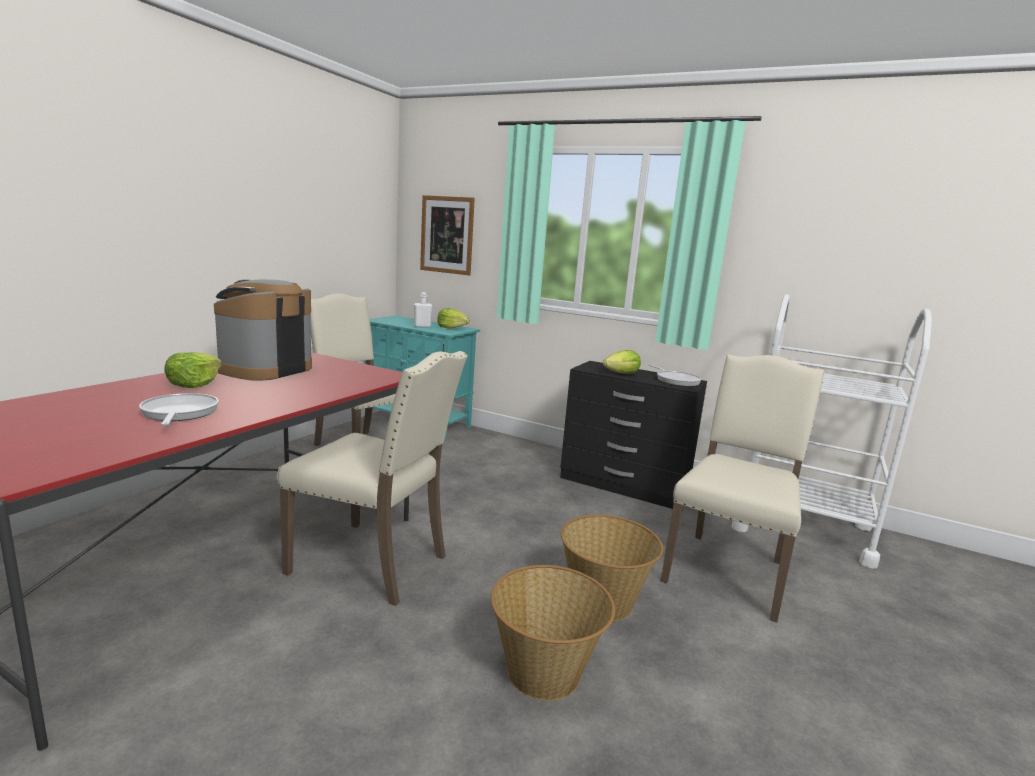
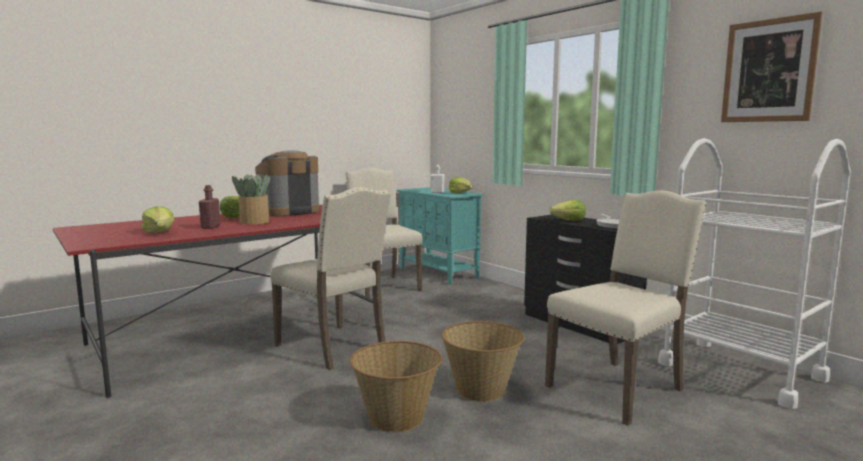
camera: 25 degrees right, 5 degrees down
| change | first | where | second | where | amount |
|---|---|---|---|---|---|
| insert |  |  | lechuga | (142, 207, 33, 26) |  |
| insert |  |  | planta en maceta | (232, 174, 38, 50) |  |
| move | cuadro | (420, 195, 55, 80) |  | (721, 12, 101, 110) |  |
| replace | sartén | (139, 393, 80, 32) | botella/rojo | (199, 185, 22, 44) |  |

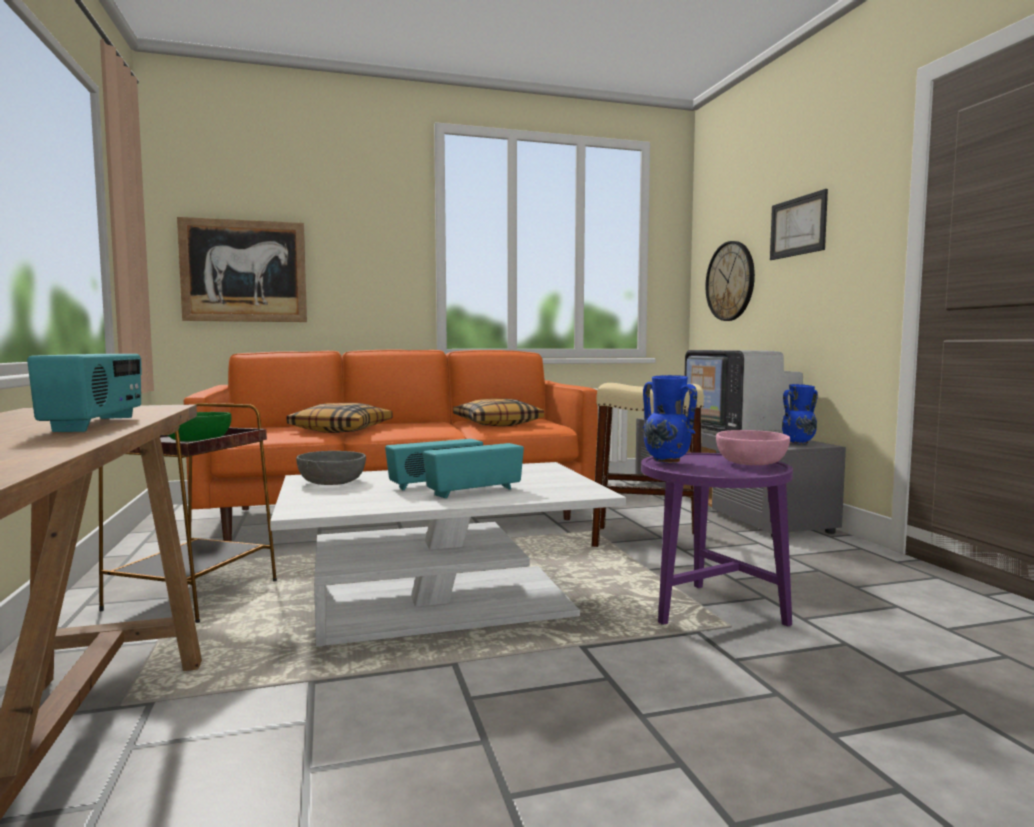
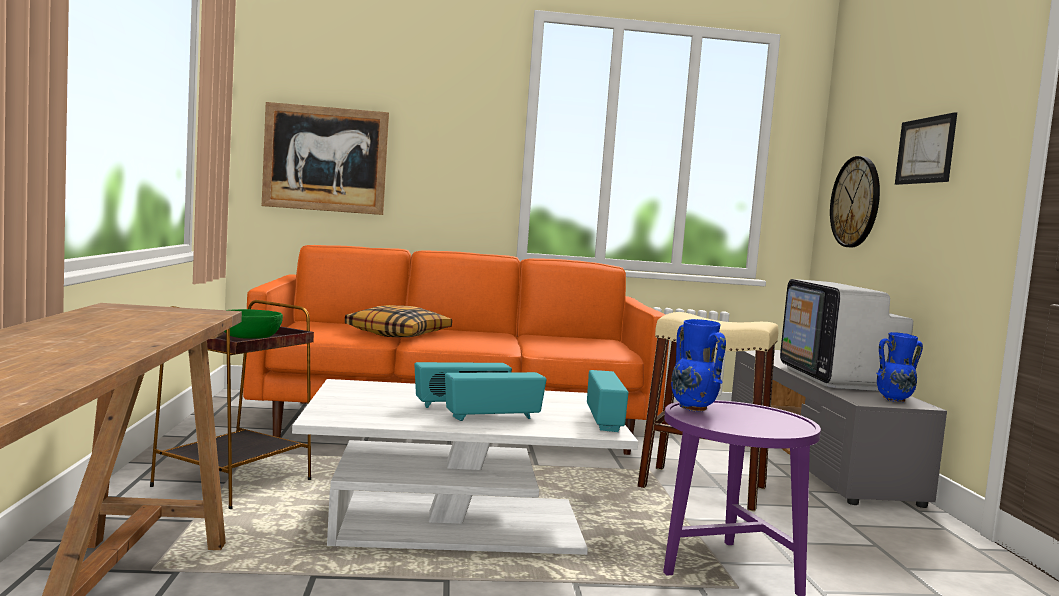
camera: 10 degrees right, 0 degrees up
| change | first | where | second | where | amount |
|---|---|---|---|---|---|
| delete | cuenco/gris | (296, 451, 70, 34) |  |  |  |
| delete | cojín | (453, 399, 91, 27) |  |  |  |
| delete | cuenco/rosa | (716, 430, 74, 35) |  |  |  |
| move | radio | (27, 354, 114, 78) |  | (587, 370, 41, 62) |  |

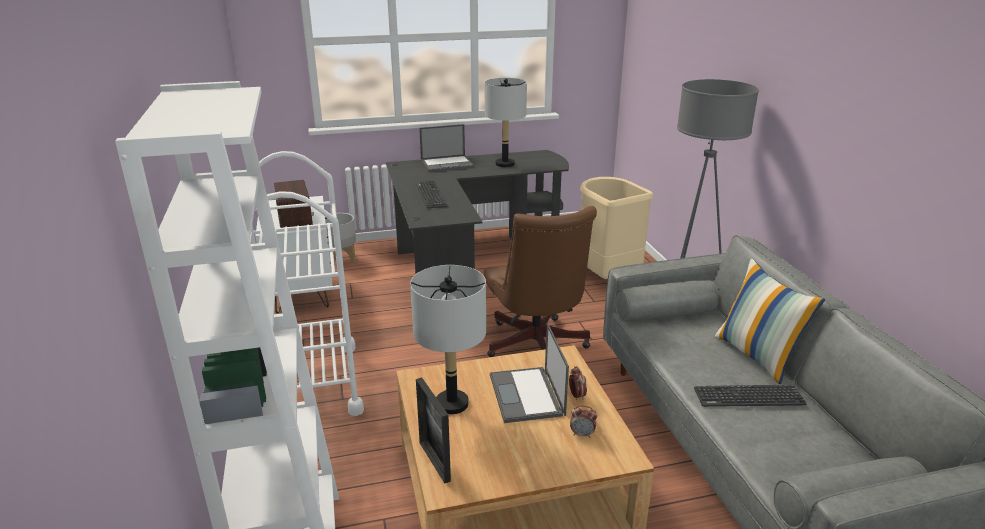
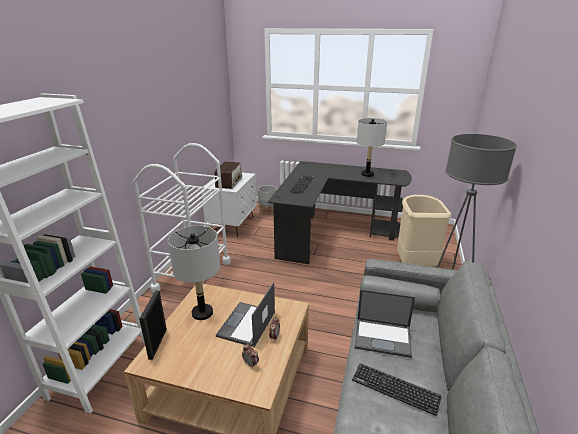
camera: 30 degrees right, 0 degrees up
| change | first | where | second | where | amount |
|---|---|---|---|---|---|
| delete | silla de oficina/marrón | (484, 206, 113, 151) |  |  |  |
| delete | cojín | (715, 258, 110, 126) |  |  |  |
| move | portátil | (419, 124, 55, 48) |  | (355, 289, 60, 69) |  |

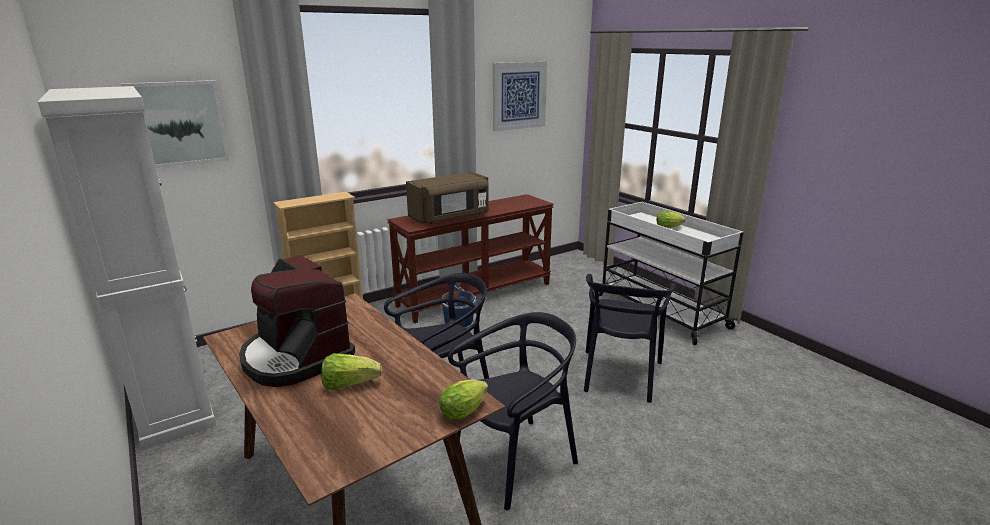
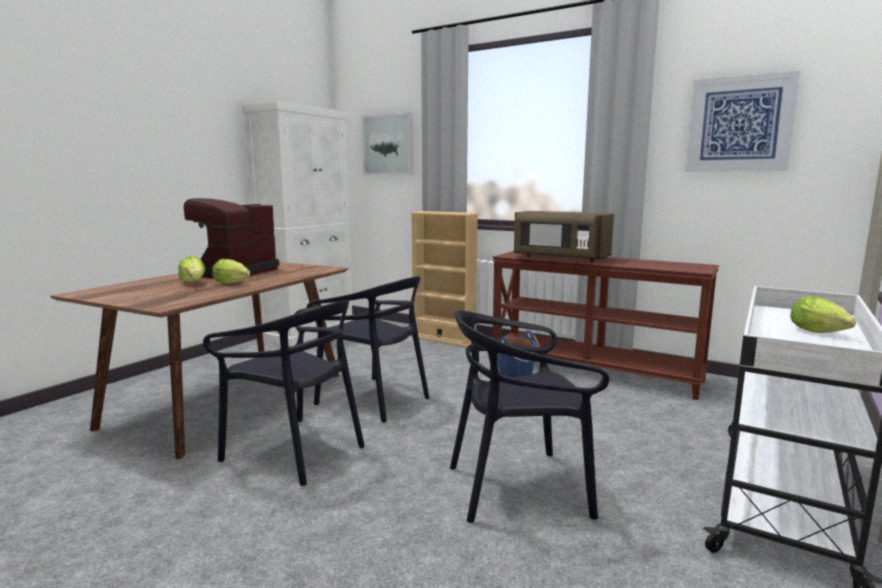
camera: 65 degrees right, 10 degrees down
| change | first | where | second | where | amount |
|---|---|---|---|---|---|
| move | lechuga | (439, 379, 49, 41) |  | (212, 259, 38, 25) |  |

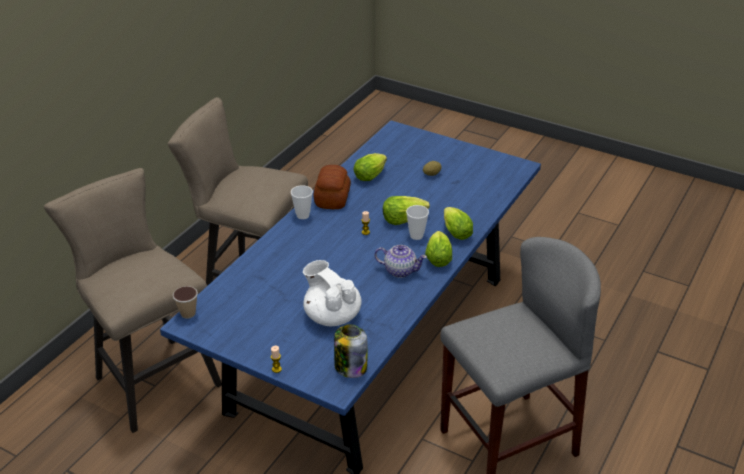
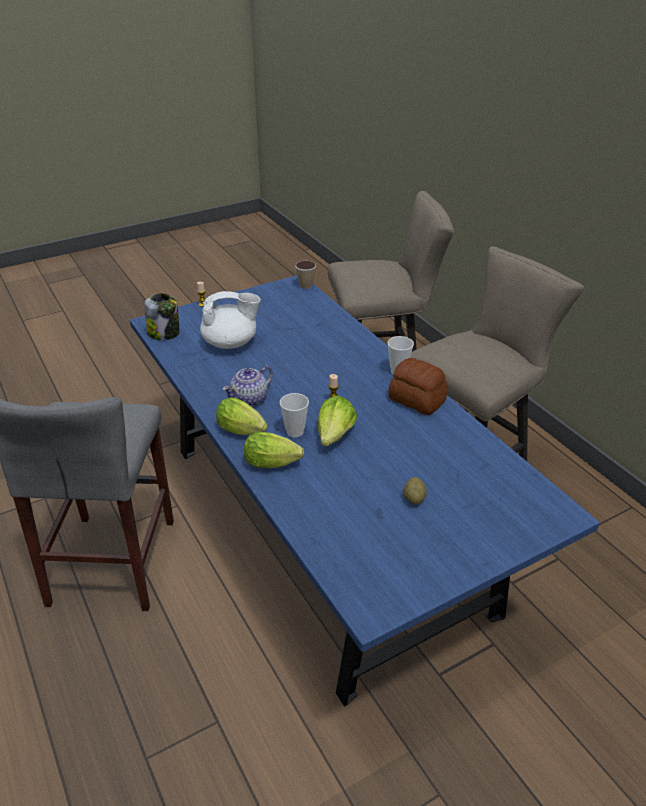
camera: 120 degrees right, 0 degrees up
| change | first | where | second | where | amount |
|---|---|---|---|---|---|
| delete | lechuga | (353, 153, 34, 28) |  |  |  |

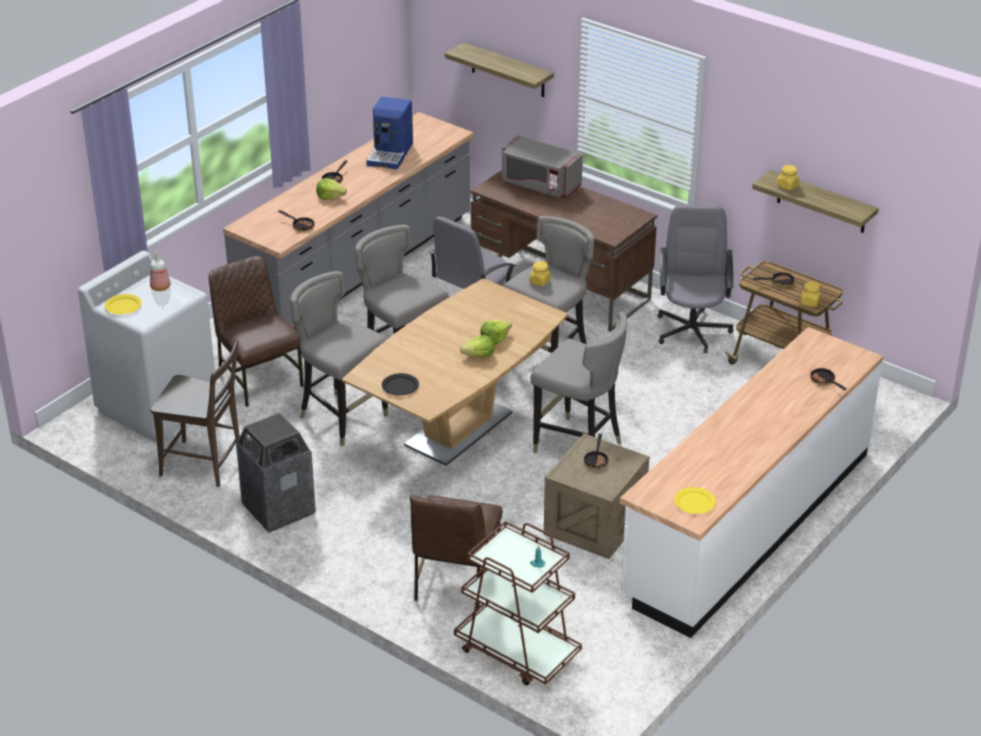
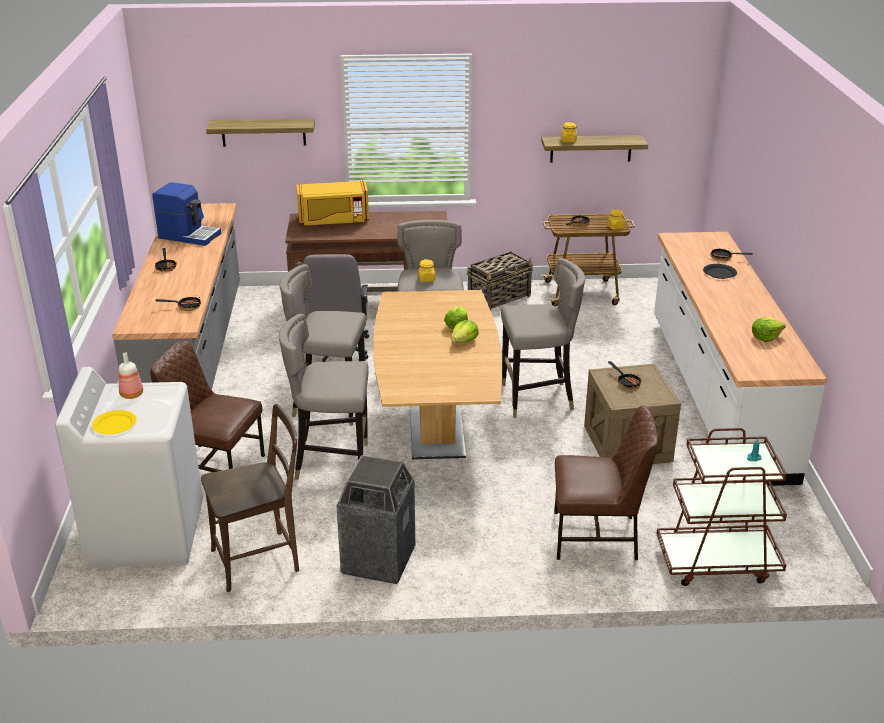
camera: 40 degrees left, 5 degrees down
| change | first | where | second | where | amount |
|---|---|---|---|---|---|
| delete | plato/amarillo | (674, 487, 42, 27) |  |  |  |
| move | lechuga | (316, 178, 31, 22) |  | (752, 318, 34, 24) |  |
| move | plato/negro | (382, 373, 37, 23) |  | (703, 264, 34, 15) |  |
| replace | silla de oficina/gris | (658, 205, 75, 148) | cesta | (467, 251, 66, 59) |  |
| recolor | microondas/gris | (502, 135, 81, 63) | microondas/amarillo | (297, 181, 72, 45) |  |
| rotate | cafetera | (367, 97, 46, 72) |  | (153, 182, 68, 64) | 45 degrees counterclockwise |
| rotate | silla/marrón | (410, 495, 92, 116) |  | (554, 406, 105, 154) | 60 degrees counterclockwise |

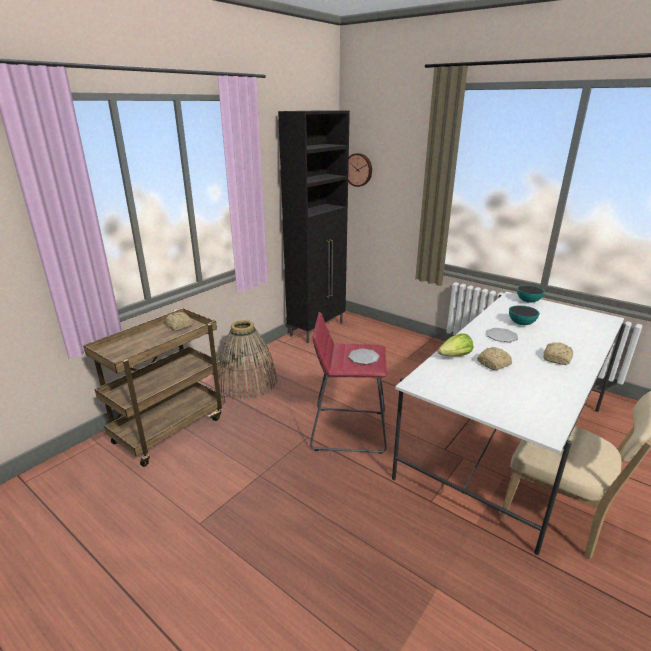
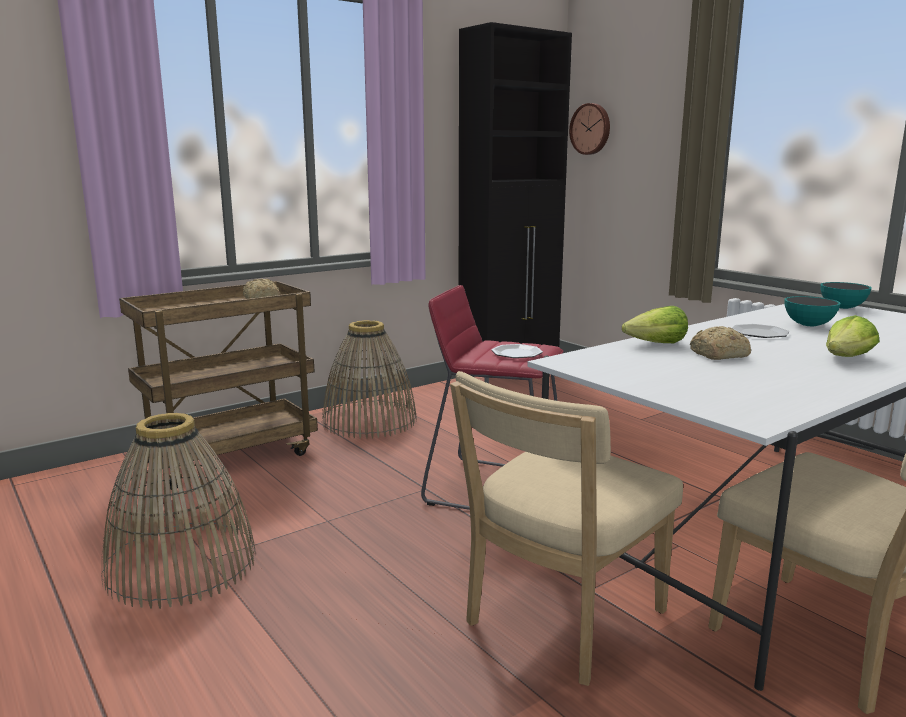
camera: 15 degrees right, 10 degrees down
| change | first | where | second | where | amount |
|---|---|---|---|---|---|
| insert |  |  | cesta | (101, 413, 155, 196) |  |
| insert |  |  | silla/beis | (450, 371, 233, 315) |  |
| replace | pan | (543, 342, 30, 23) | lechuga | (826, 315, 54, 42) |  |

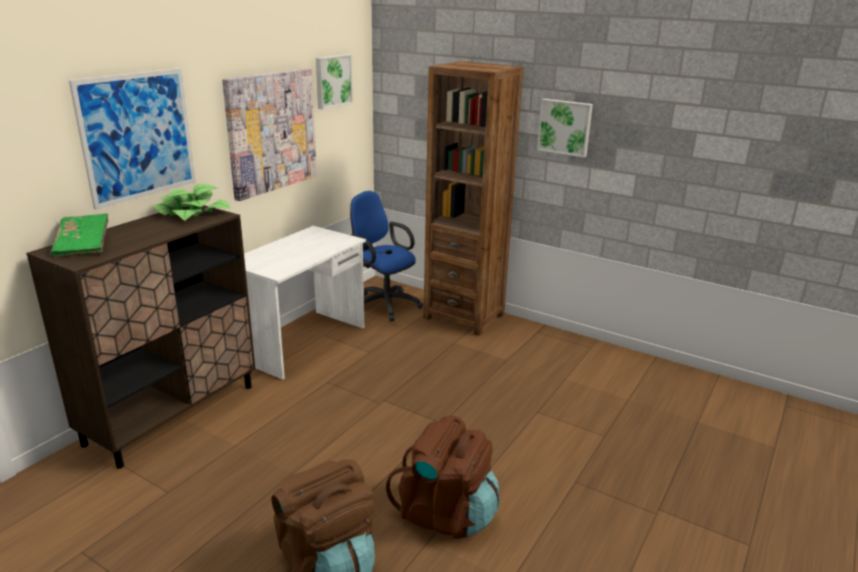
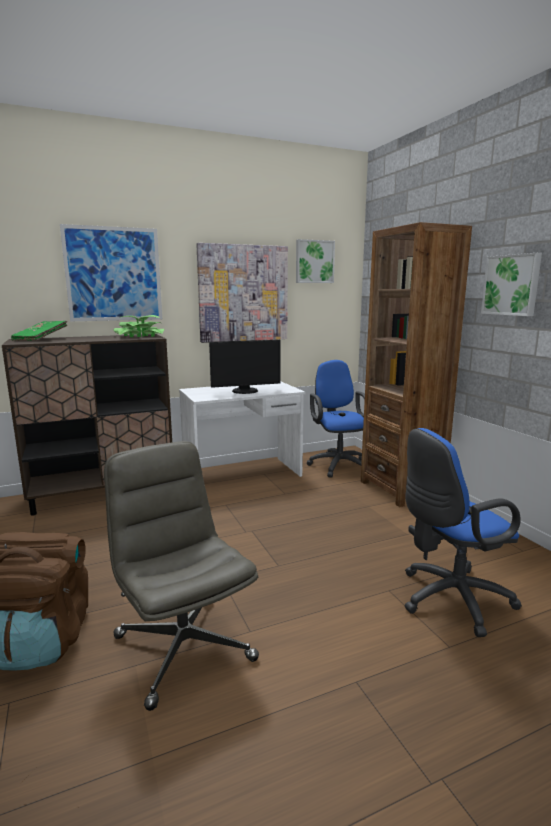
camera: 35 degrees right, 10 degrees down
| change | first | where | second | where | amount |
|---|---|---|---|---|---|
| insert |  |  | monitor | (209, 340, 72, 54) |  |
| insert |  |  | silla de oficina/azul | (405, 428, 117, 209) |  |
| replace | mochila/marrón | (386, 415, 114, 124) | silla de oficina/gris | (104, 441, 155, 270) |  |

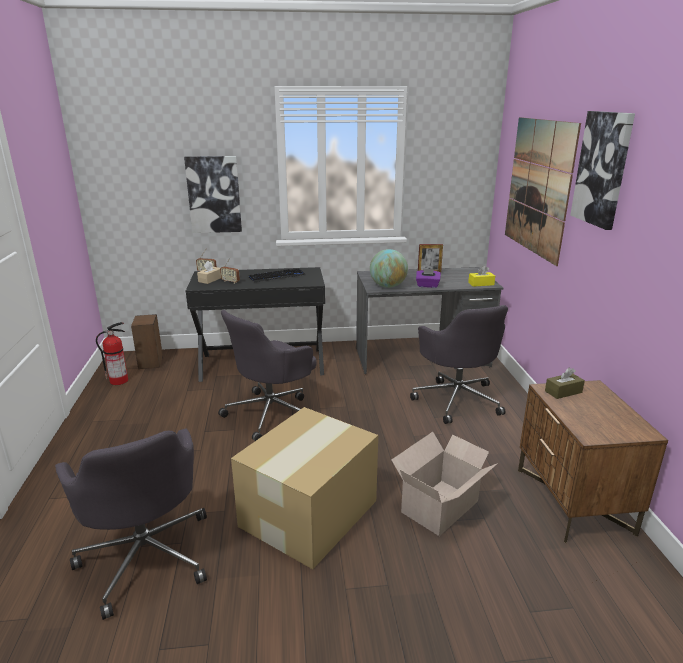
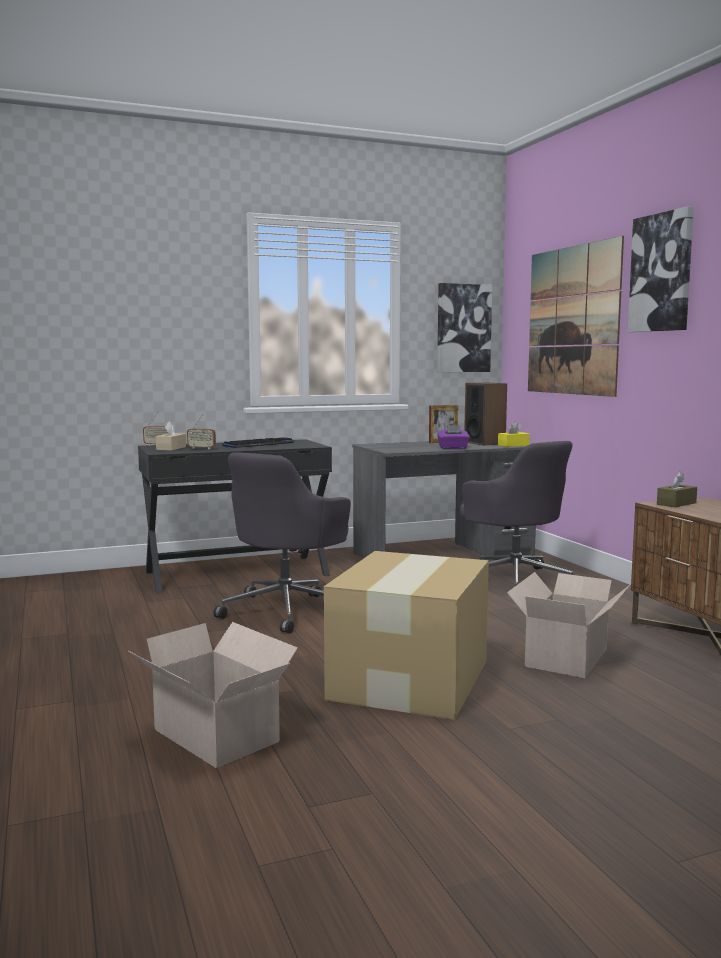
camera: 15 degrees left, 15 degrees down
| change | first | where | second | where | amount |
|---|---|---|---|---|---|
| delete | extintor | (96, 322, 32, 63) |  |  |  |
| delete | globo terráqueo | (370, 249, 38, 39) |  |  |  |
| move | altavoz | (131, 314, 32, 55) |  | (464, 383, 43, 63) |  |
| move | cuadro | (184, 156, 58, 77) |  | (437, 283, 55, 89) |  |
| replace | silla de oficina/gris | (55, 429, 152, 191) | caja de cartón | (128, 622, 170, 146) |  |

